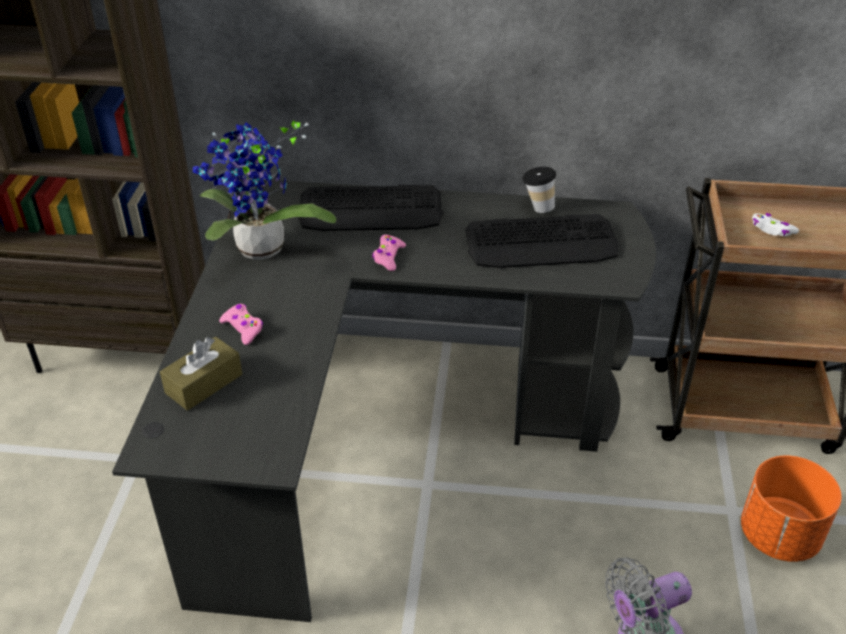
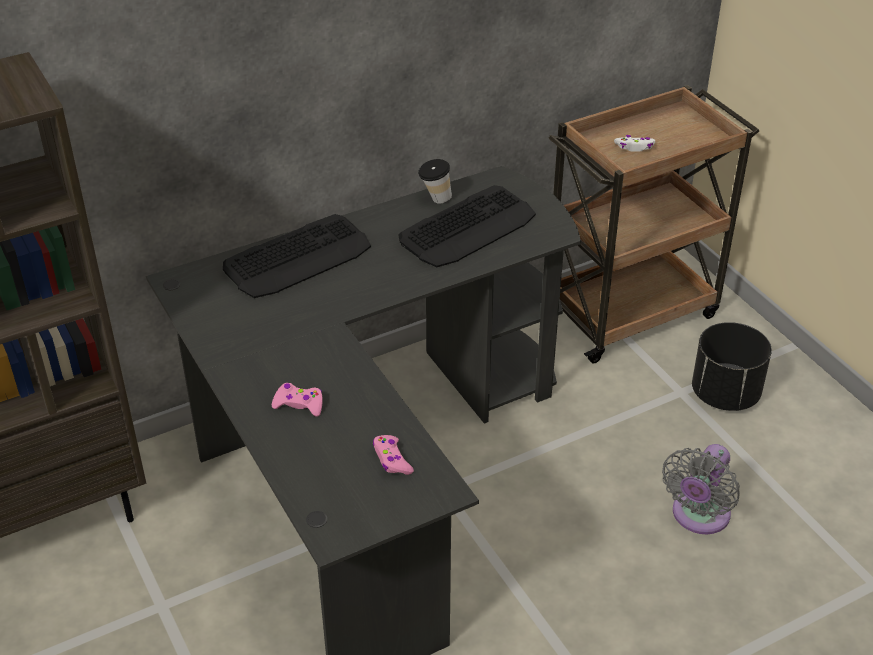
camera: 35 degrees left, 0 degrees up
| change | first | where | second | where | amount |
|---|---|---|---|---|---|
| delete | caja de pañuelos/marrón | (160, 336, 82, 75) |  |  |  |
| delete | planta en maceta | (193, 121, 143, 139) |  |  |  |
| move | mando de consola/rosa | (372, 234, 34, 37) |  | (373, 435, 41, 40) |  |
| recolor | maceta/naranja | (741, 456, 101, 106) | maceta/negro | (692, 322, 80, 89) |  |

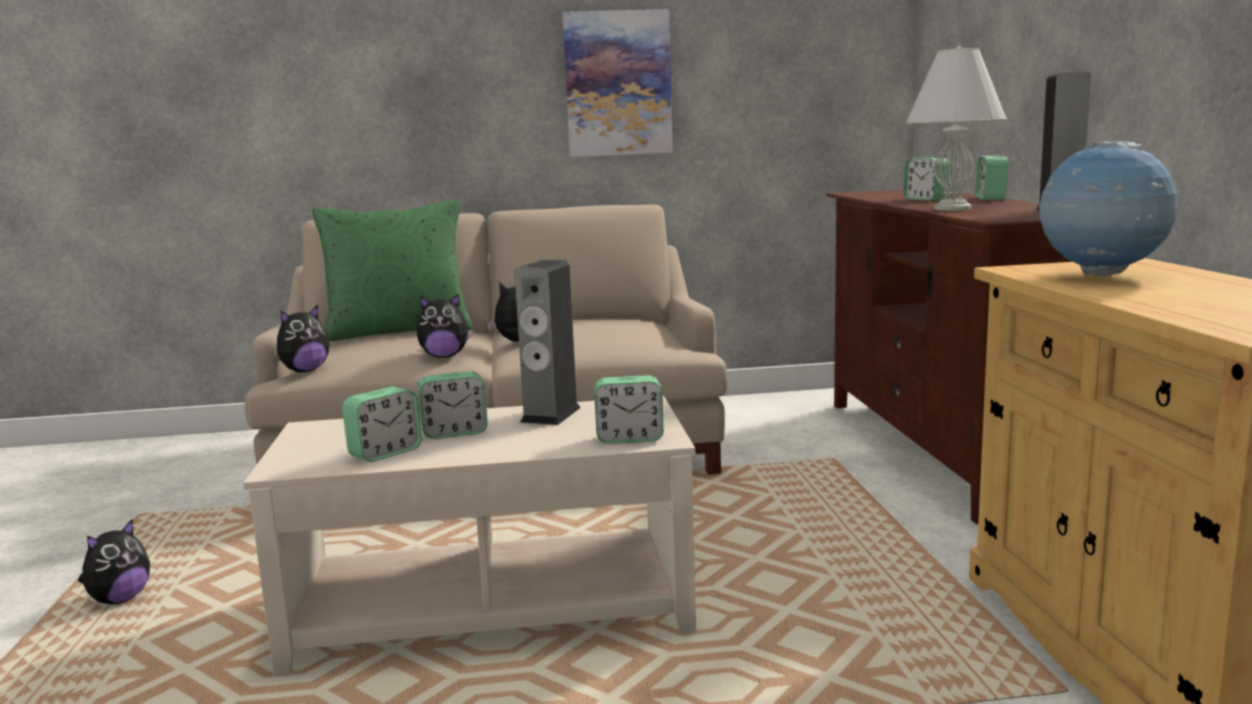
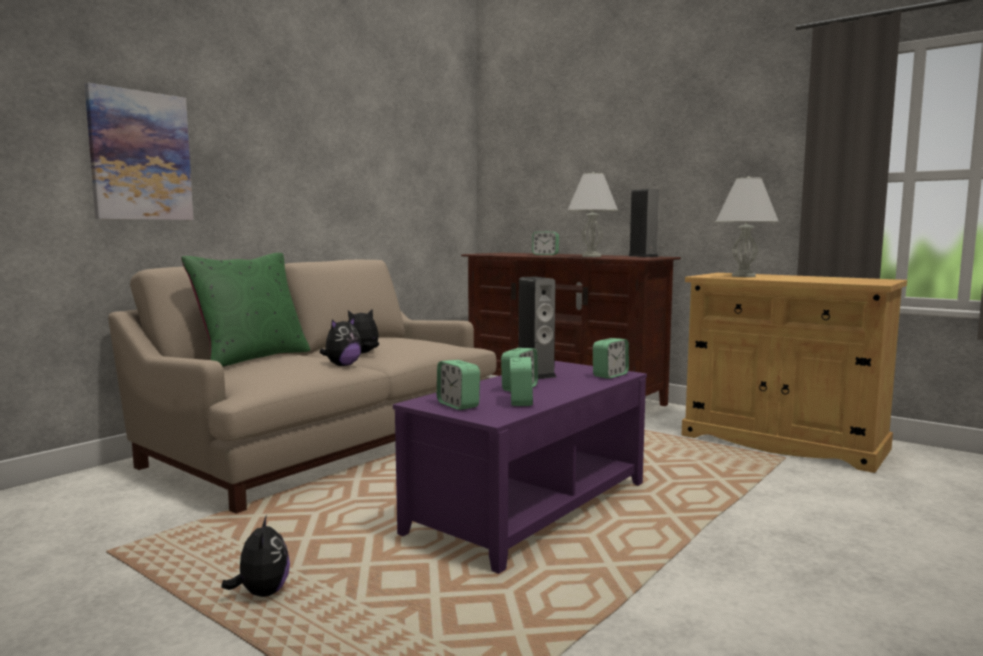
camera: 45 degrees left, 5 degrees down
| change | first | where | second | where | amount |
|---|---|---|---|---|---|
| delete | peluche | (277, 305, 52, 67) |  |  |  |
| move | cuadro | (562, 9, 111, 148) |  | (85, 83, 109, 137) |  |
| move | despertador | (975, 156, 34, 45) |  | (437, 360, 43, 50) |  |
| replace | globo terráqueo | (1039, 141, 139, 135) | lámpara de mesa/blanco | (715, 176, 64, 101) |  |
| recolor | mesa de centro/beis | (243, 396, 453, 279) | mesa de centro/morado | (393, 361, 254, 213) |  |

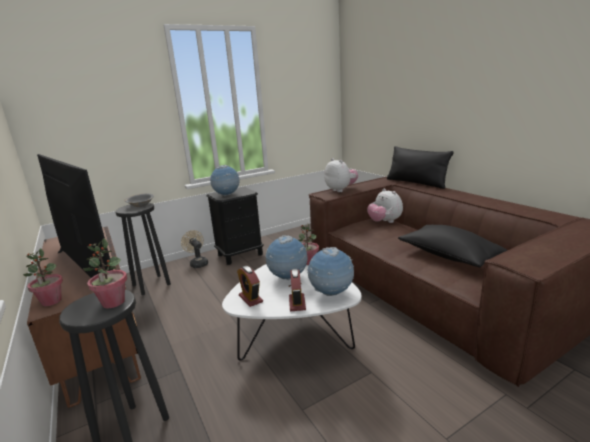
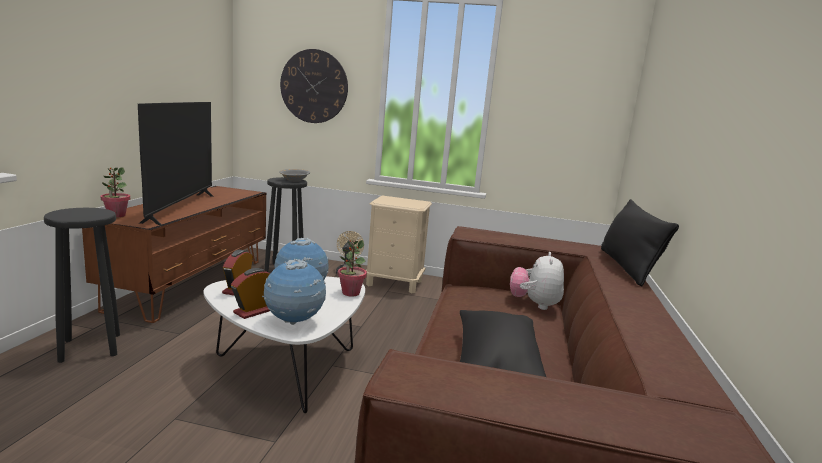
camera: 40 degrees right, 5 degrees down
| change | first | where | second | where | amount |
|---|---|---|---|---|---|
| delete | planta en maceta | (83, 238, 44, 70) |  |  |  |
| delete | globo terráqueo | (210, 165, 30, 31) |  |  |  |
| delete | peluche | (324, 158, 34, 34) |  |  |  |
| insert |  |  | reloj de pared | (280, 49, 68, 74) |  |
| recolor | mesita de noche/negro | (207, 187, 57, 78) | mesita de noche/beis | (366, 196, 66, 97) |  |

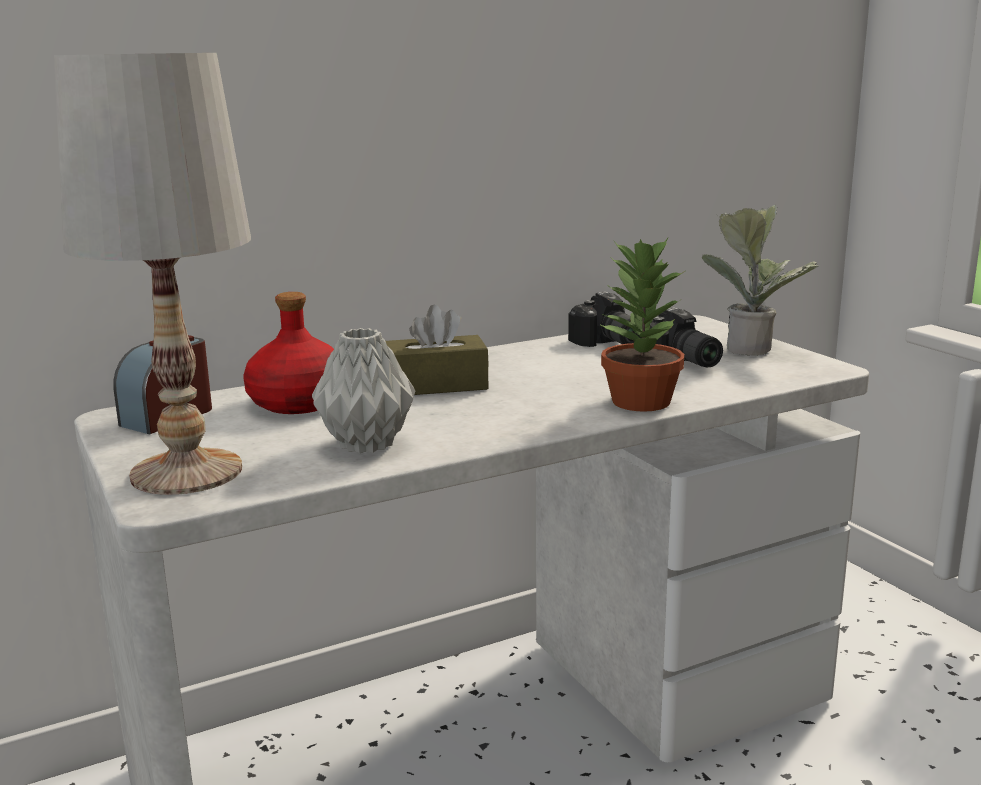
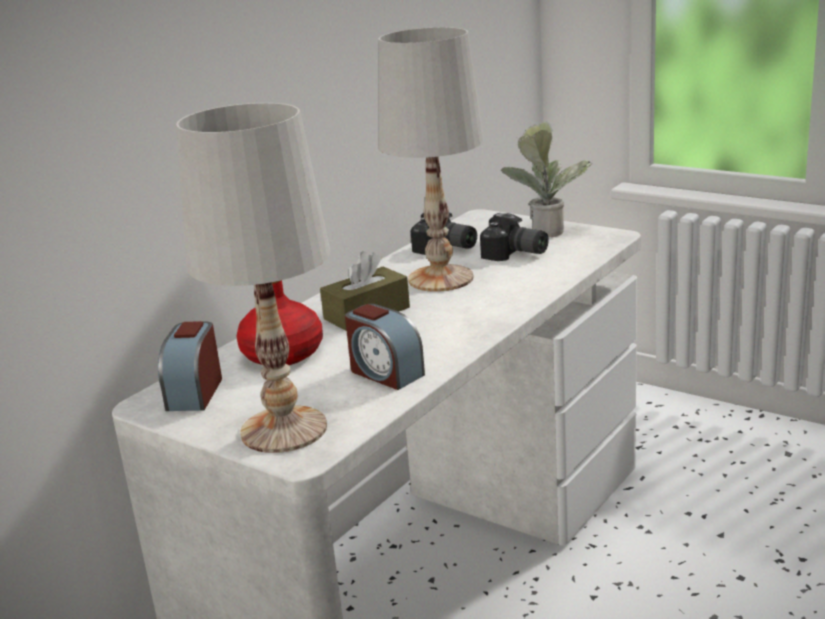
camera: 25 degrees left, 5 degrees up
| change | first | where | second | where | amount |
|---|---|---|---|---|---|
| delete | planta en maceta | (599, 238, 86, 174) |  |  |  |
| insert |  |  | lámpara de mesa/blanco | (378, 27, 106, 265) |  |
| replace | florero/gris | (312, 328, 103, 125) | despertador | (345, 304, 80, 86) |  |

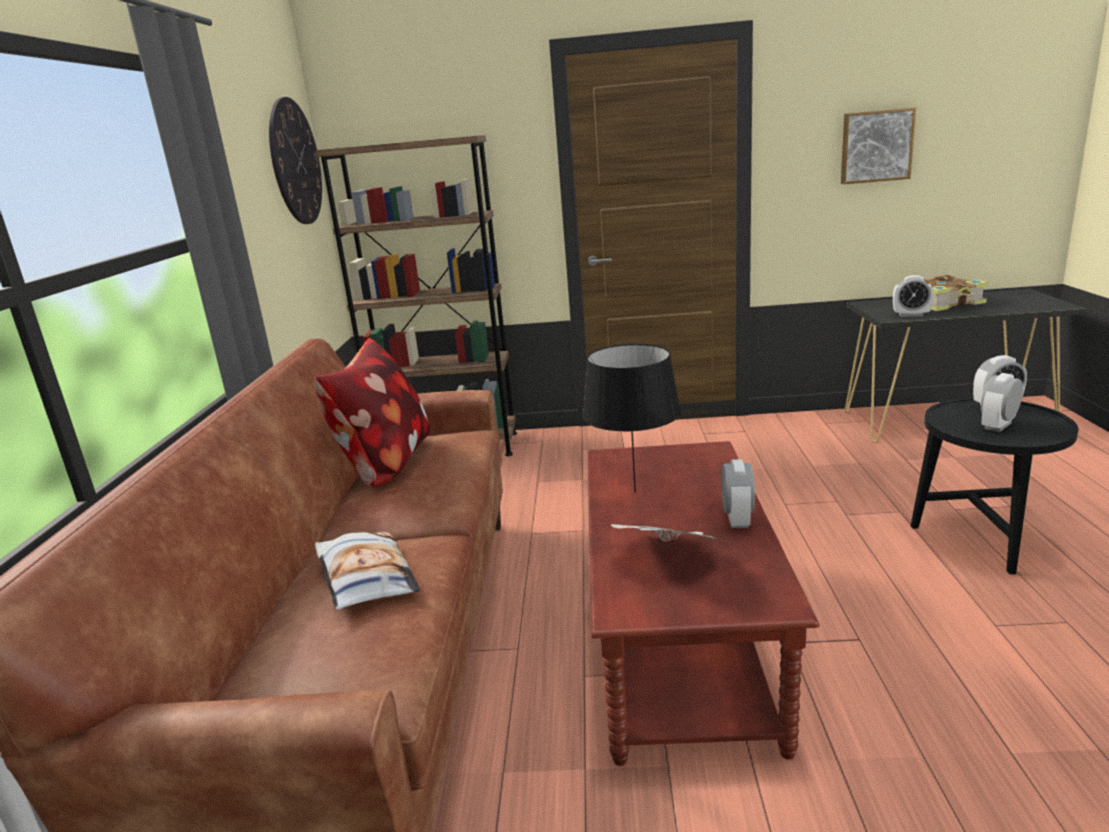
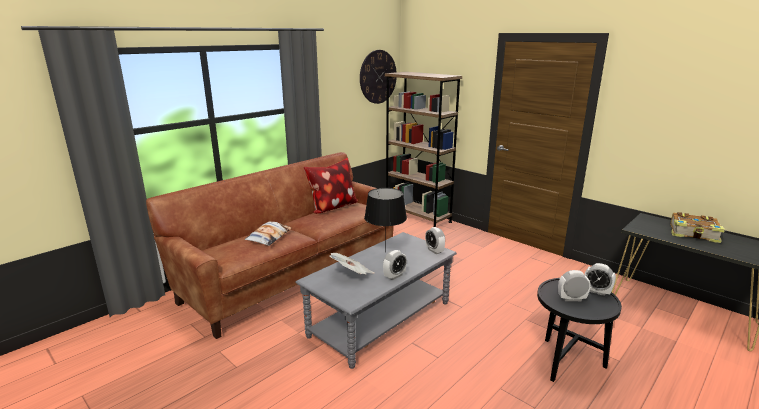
camera: 40 degrees right, 0 degrees up
| change | first | where | second | where | amount |
|---|---|---|---|---|---|
| delete | cuadro | (841, 108, 75, 76) |  |  |  |
| move | despertador | (893, 275, 40, 42) |  | (425, 227, 20, 27) |  |
| recolor | mesa de centro/marrón | (588, 441, 232, 325) | mesa de centro/gris | (295, 232, 162, 137) |  |

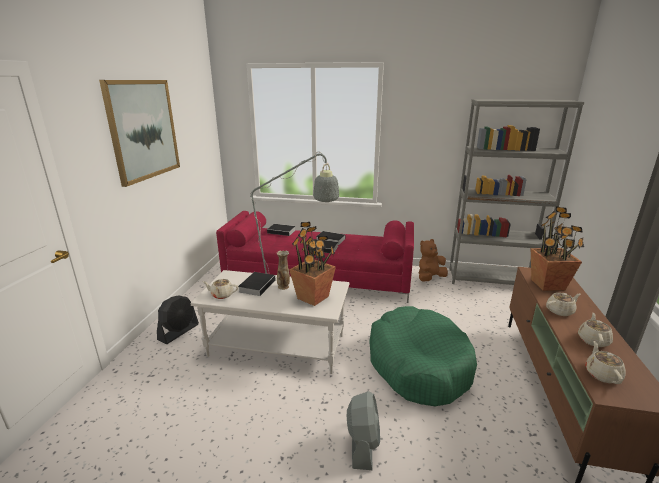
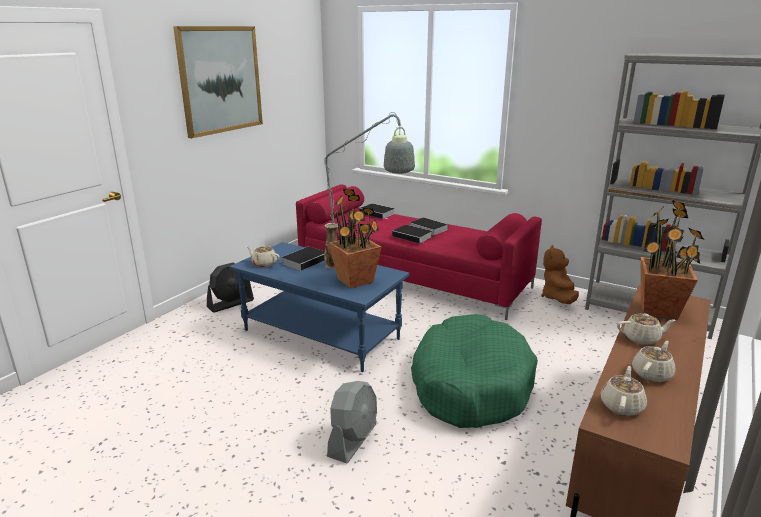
camera: 20 degrees right, 0 degrees up
| change | first | where | second | where | amount |
|---|---|---|---|---|---|
| recolor | mesa de centro/blanco | (191, 270, 158, 104) | mesa de centro/azul | (230, 242, 179, 130) |  |
| rotate | peluche/marrón | (419, 239, 29, 43) |  | (541, 245, 38, 59) | 60 degrees counterclockwise |

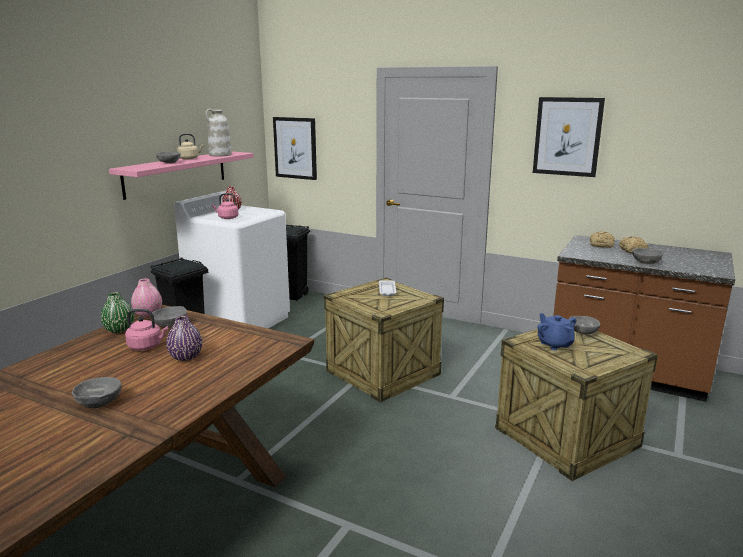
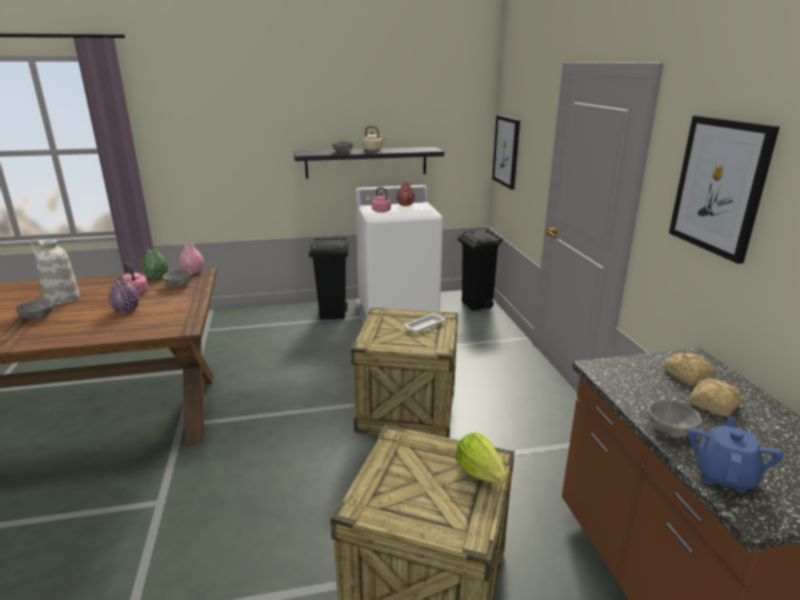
camera: 50 degrees right, 5 degrees up
| change | first | where | second | where | amount |
|---|---|---|---|---|---|
| move | florero/blanco | (206, 109, 26, 47) |  | (30, 239, 50, 66) |  |
| move | tetera/azul | (537, 313, 39, 37) |  | (688, 416, 96, 77) |  |
| replace | cuenco/gris | (569, 316, 31, 18) | lechuga | (456, 432, 51, 52) |  |
| recolor | estante/rosa | (109, 152, 145, 48) | estante/negro | (294, 147, 150, 32) |  |

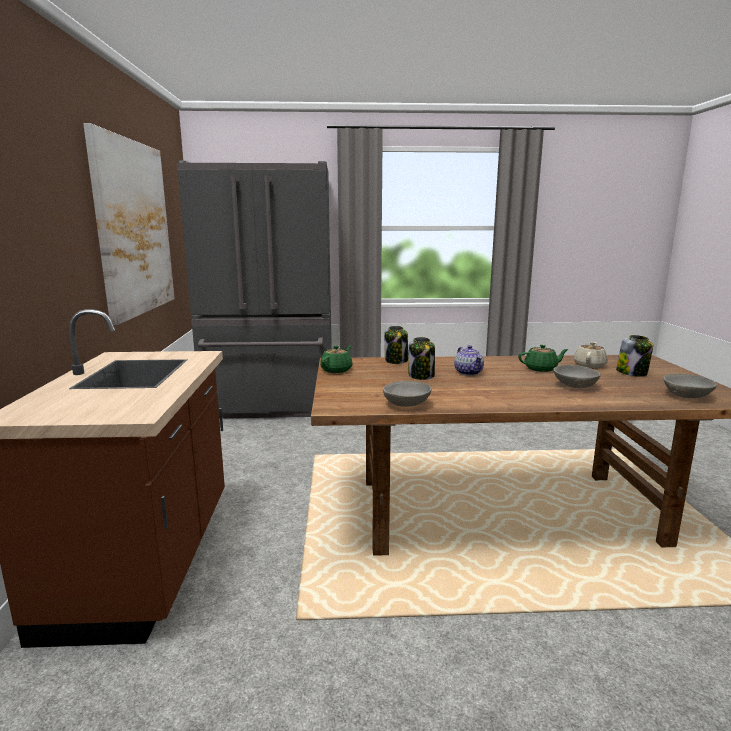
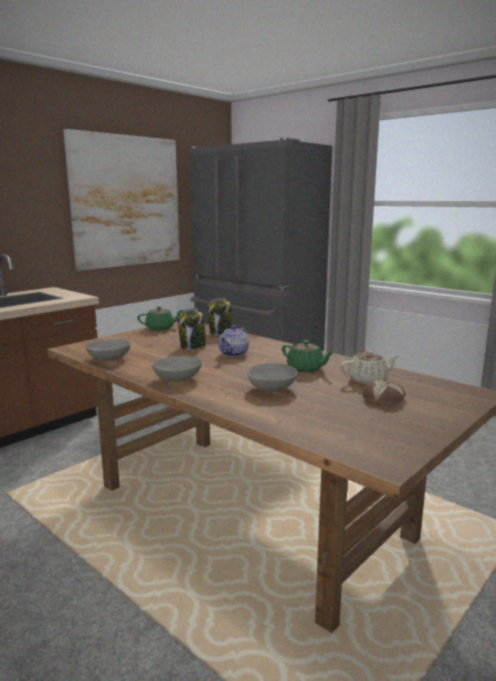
camera: 45 degrees right, 0 degrees up
| change | first | where | second | where | amount |
|---|---|---|---|---|---|
| move | cuenco/gris | (663, 374, 54, 24) |  | (152, 356, 50, 25) |  |
| replace | tarro | (616, 335, 37, 42) | pan | (363, 379, 42, 27) |  |

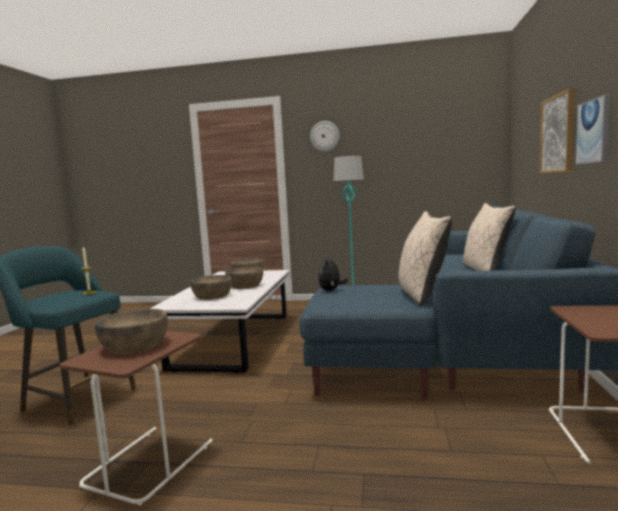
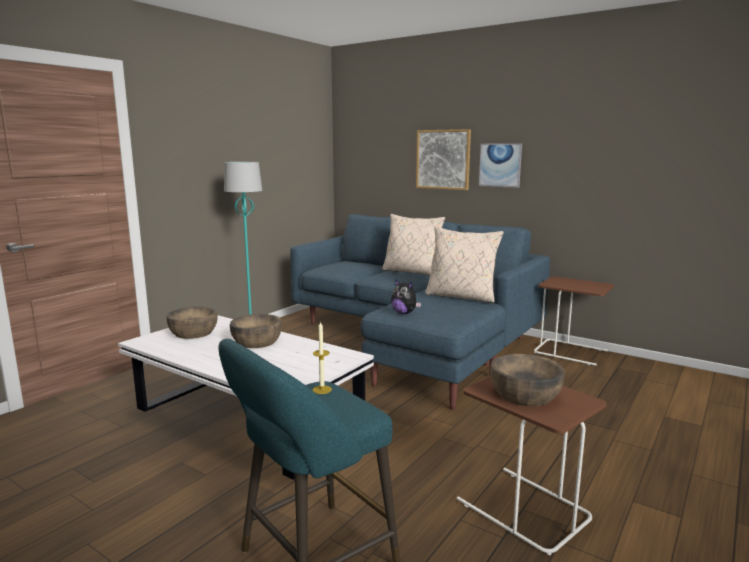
camera: 65 degrees left, 5 degrees up
| change | first | where | second | where | amount |
|---|---|---|---|---|---|
| delete | cuenco/marrón | (190, 275, 42, 25) |  |  |  |
| delete | reloj de pared | (310, 121, 30, 31) |  |  |  |

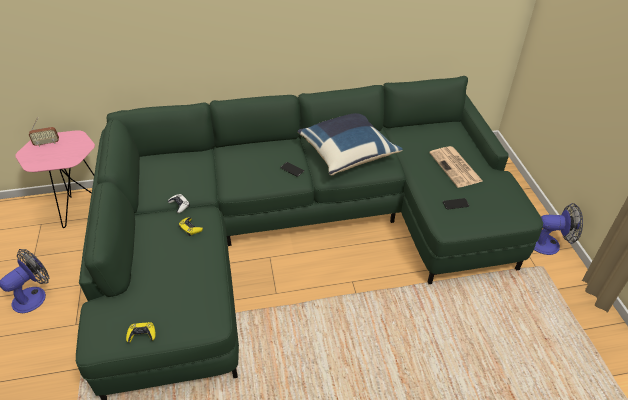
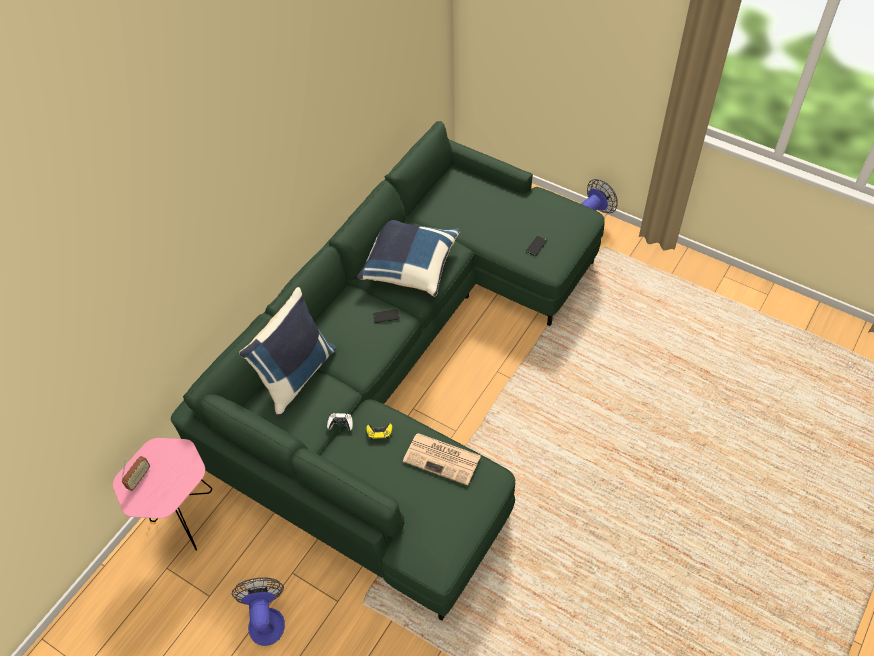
camera: 45 degrees left, 10 degrees up
| change | first | where | second | where | amount |
|---|---|---|---|---|---|
| delete | mando de consola/amarillo | (126, 322, 30, 21) |  |  |  |
| insert |  |  | cojín/azul | (239, 287, 98, 128) |  |
| move | periódico | (429, 146, 54, 42) |  | (403, 433, 78, 53) |  |

